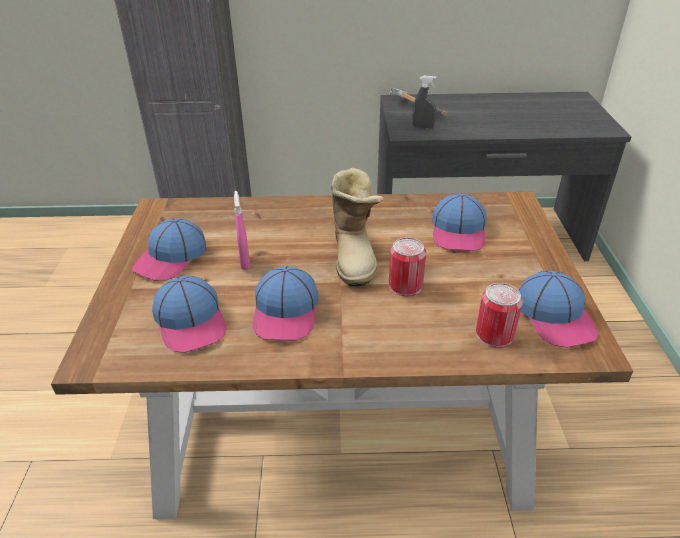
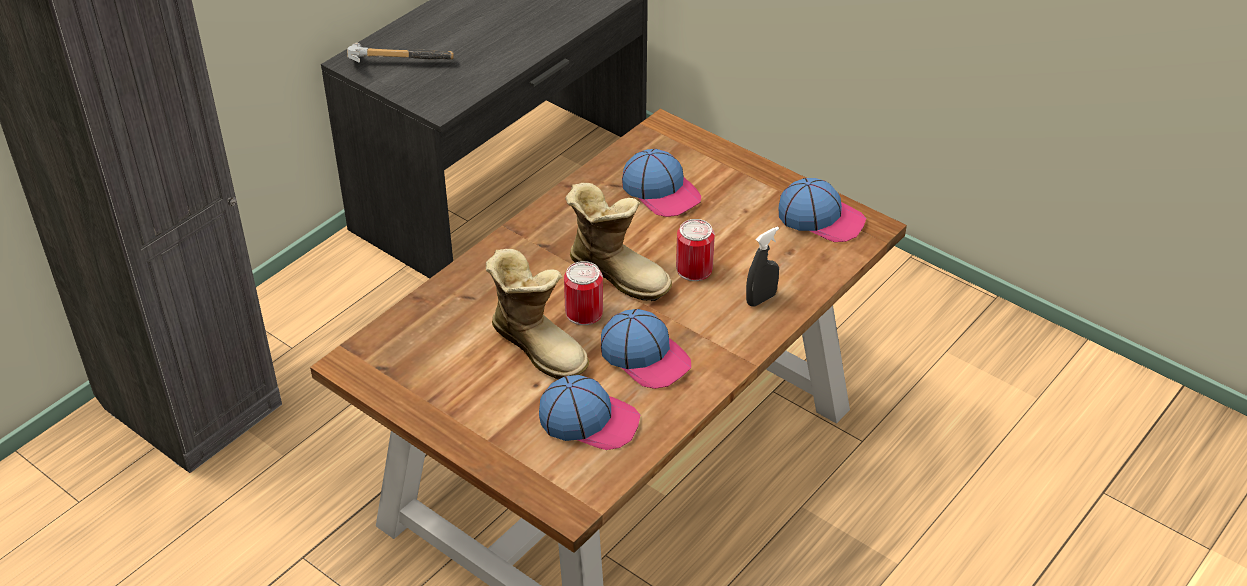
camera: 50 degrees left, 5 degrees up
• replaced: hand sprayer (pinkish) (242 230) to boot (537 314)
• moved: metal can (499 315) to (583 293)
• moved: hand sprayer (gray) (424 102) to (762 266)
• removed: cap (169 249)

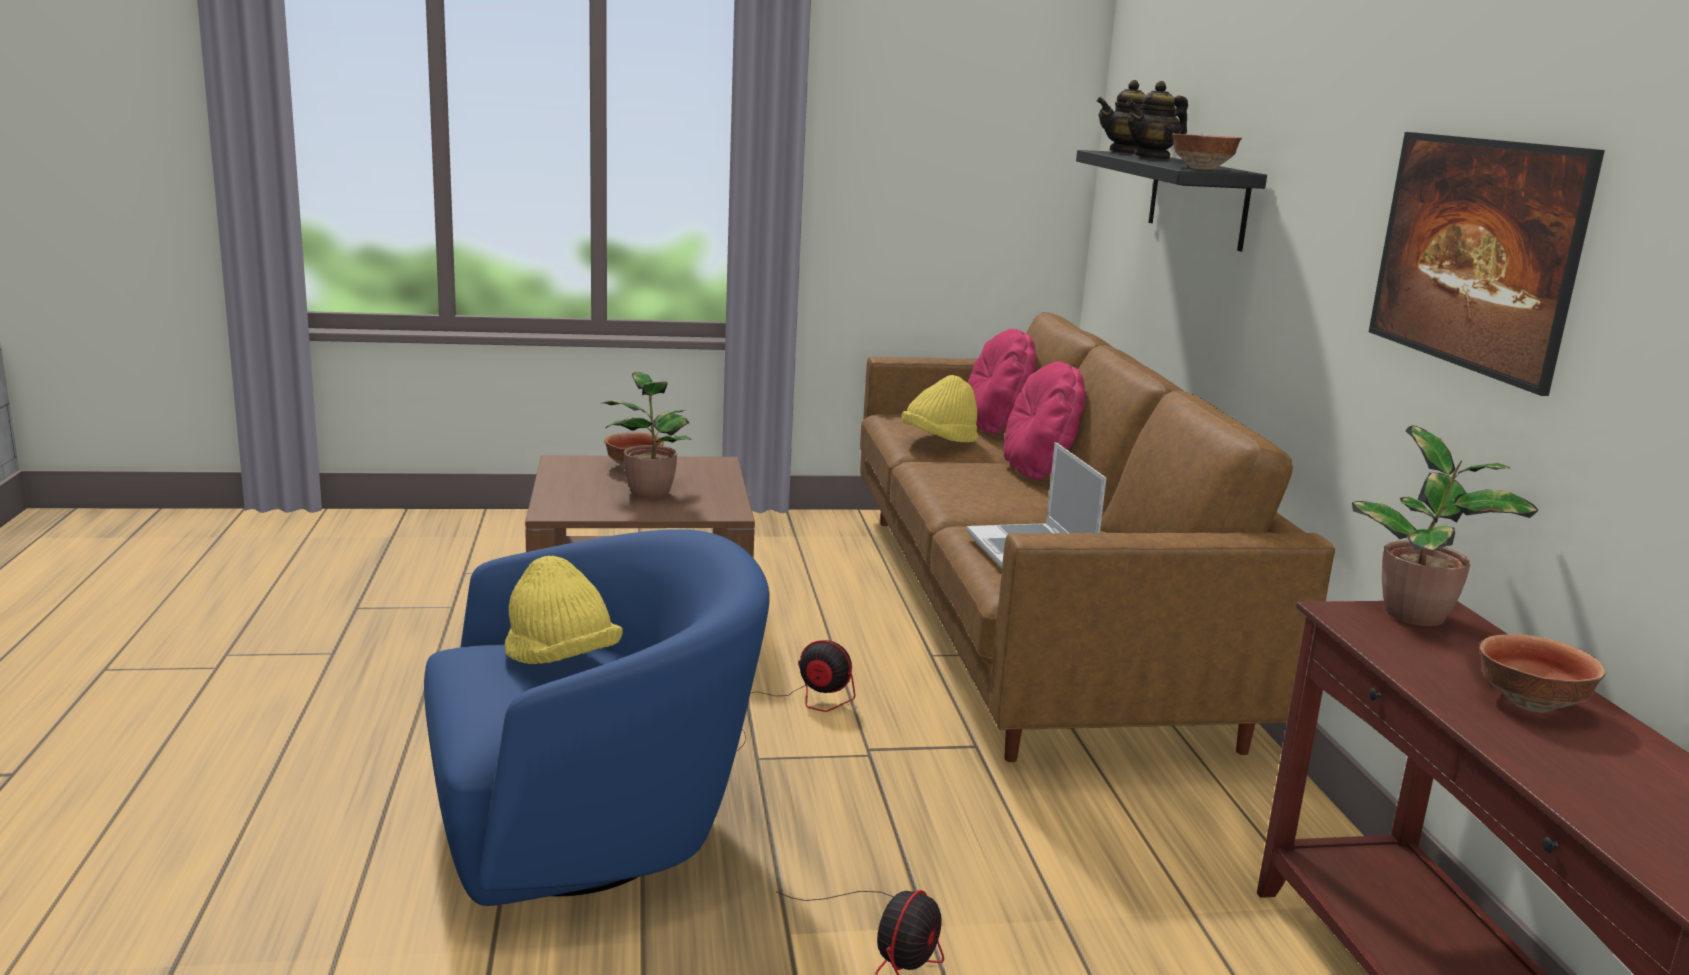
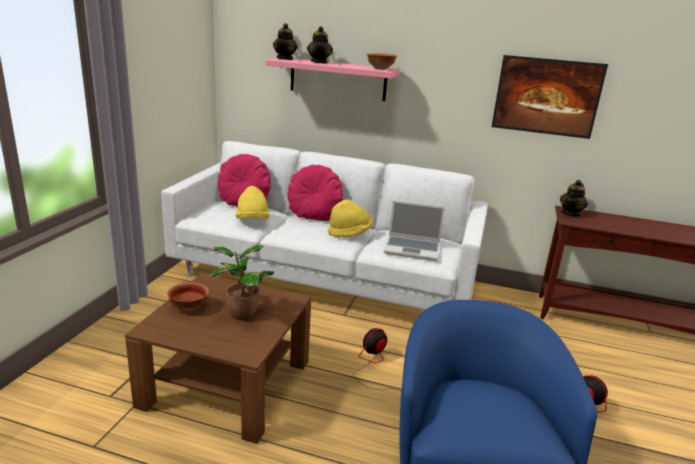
camera: 65 degrees left, 5 degrees up
• recoloured: settee (brownish) (1097 537) to settee (white-coloured) (324 225)
• recoloured: wall shelf (black) (1171 200) to wall shelf (pinkish) (333 79)
• moved: hat (yellow) (564 610) to (350 218)
• replaced: potted plant (1445 525) to pot for tea (574 198)
• removed: bowl (1543 673)

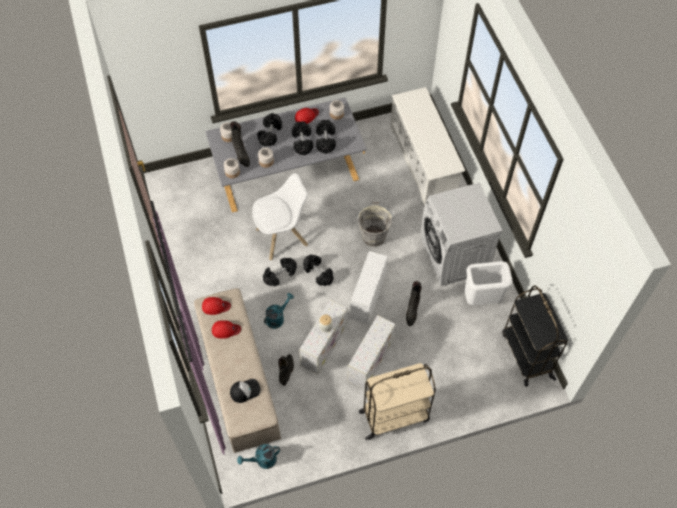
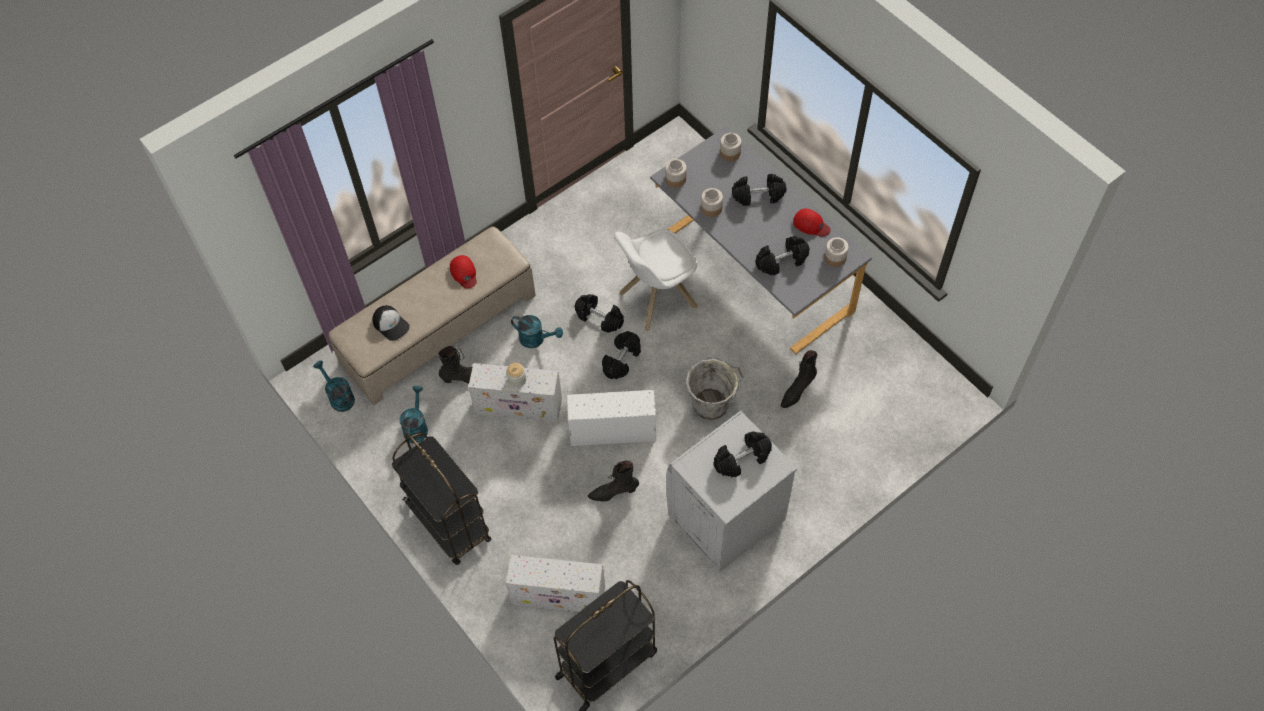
camera: 70 degrees right, 0 degrees up
• recoloured: trolley (sand-coloured) (397 402) to trolley (black) (442 499)
• added: sprinkling can (blue-green) (413 414)
• moved: storage box (white-coloured) (371 352) to (555 583)
• turned: plain chair (white-coloured) (280 217) = (656 280) 105 degrees clockwise
• moved: hand weight (black) (302 138) to (742 454)
• moved: boot (black) (240 144) to (799 379)
• removed: cap (red-coloured) (216 306)
• removed: shoe rack (white-coloured) (427 146)
• removed: trash can (white-coloured) (489 283)

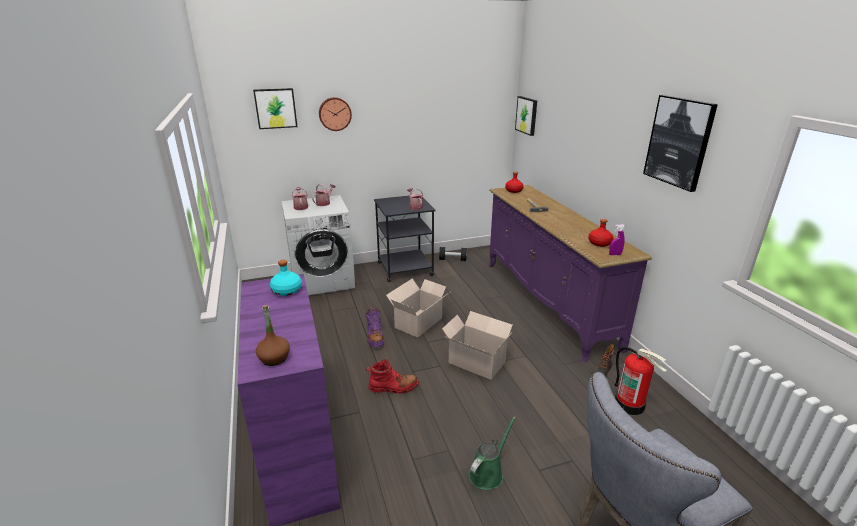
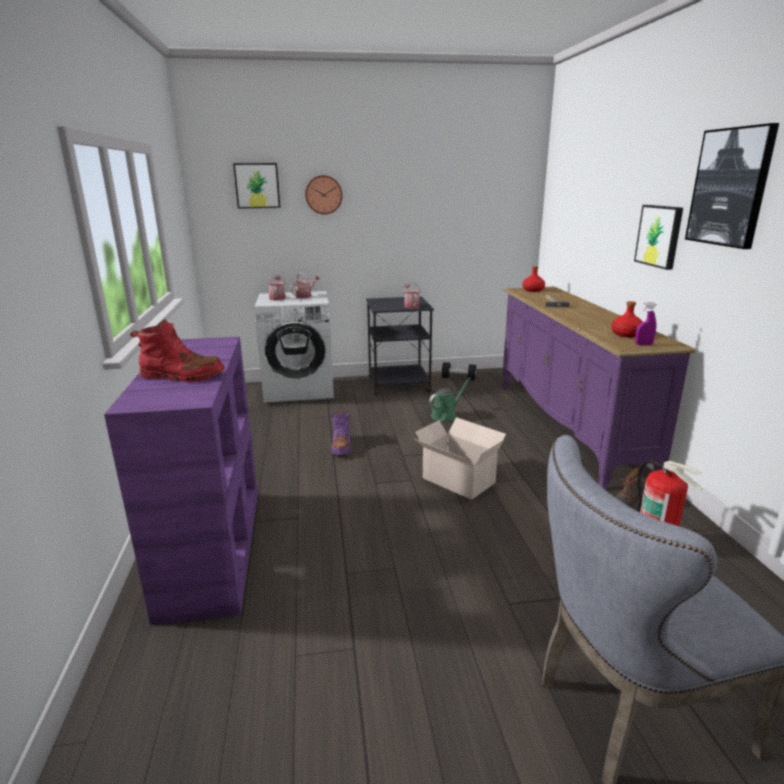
camera: 10 degrees right, 5 degrees down
• moved: boot (red-coloured) (392 376) to (177 350)
• moved: sprinkling can (greenish) (492 453) to (450 399)
• moved: picture (526 116) to (658 237)
• removed: drink bottle (brownish) (273 335)
• removed: drink bottle (blue-green) (286 278)
• removed: cardboard box (418 308)

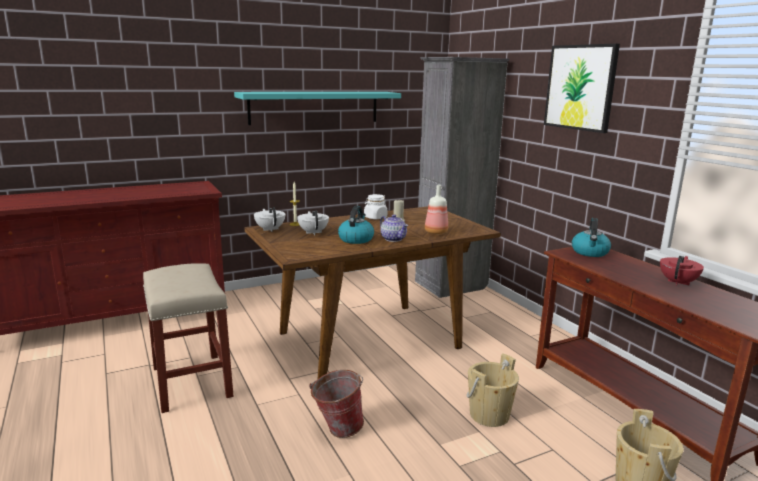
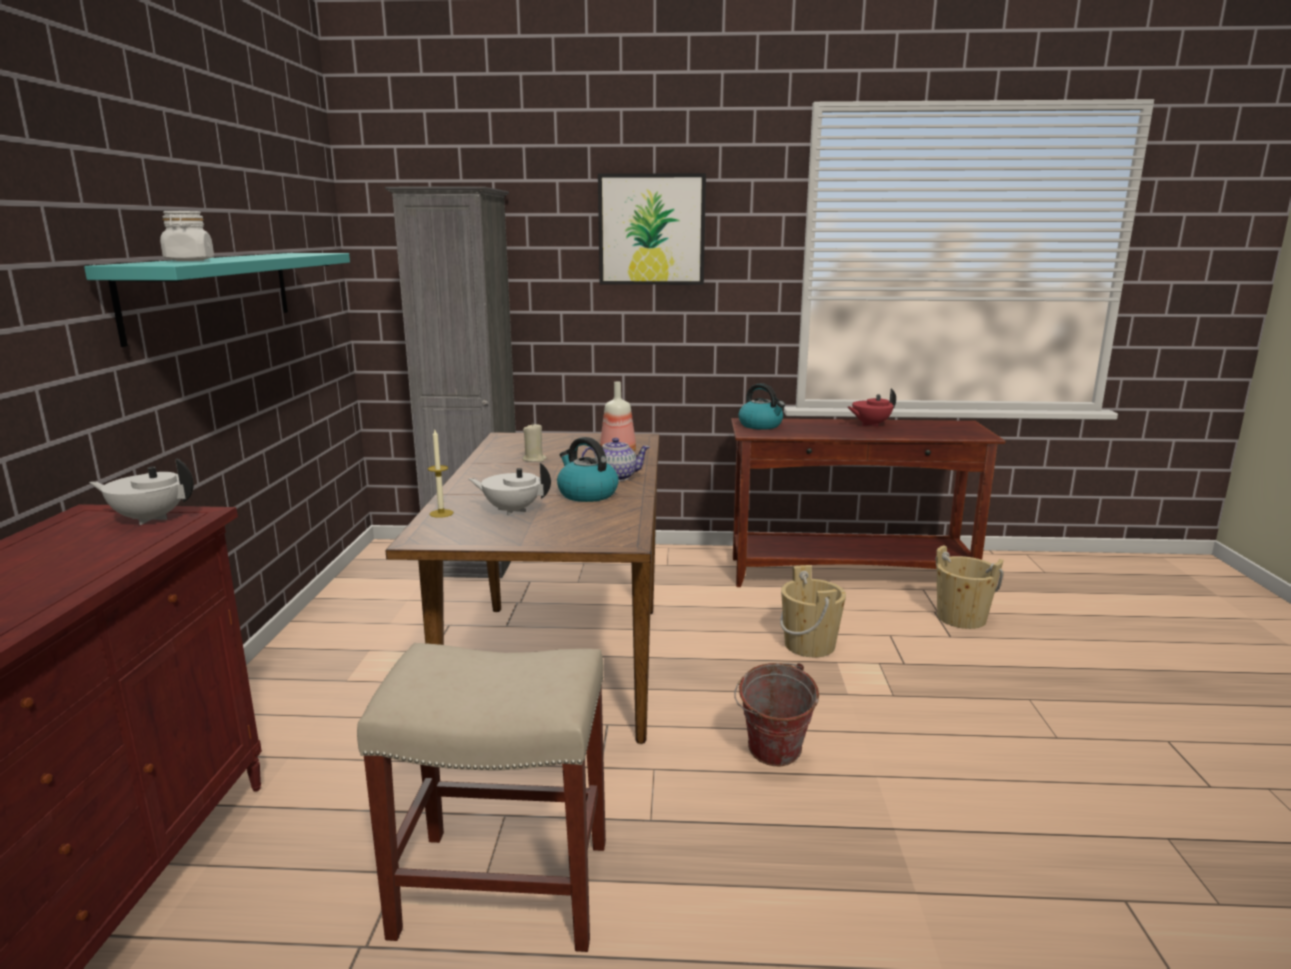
camera: 60 degrees left, 0 degrees up
• moved: pot for tea (white-coloured) (269 219) to (141 491)
• moved: preserve jar (white-coloured) (375 206) to (187 236)
• turned: pot for tea (red-coloured) (682 271) = (871 408) 90 degrees counterclockwise

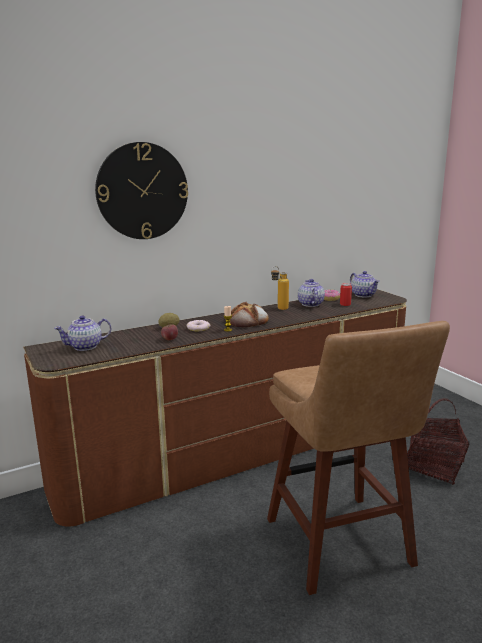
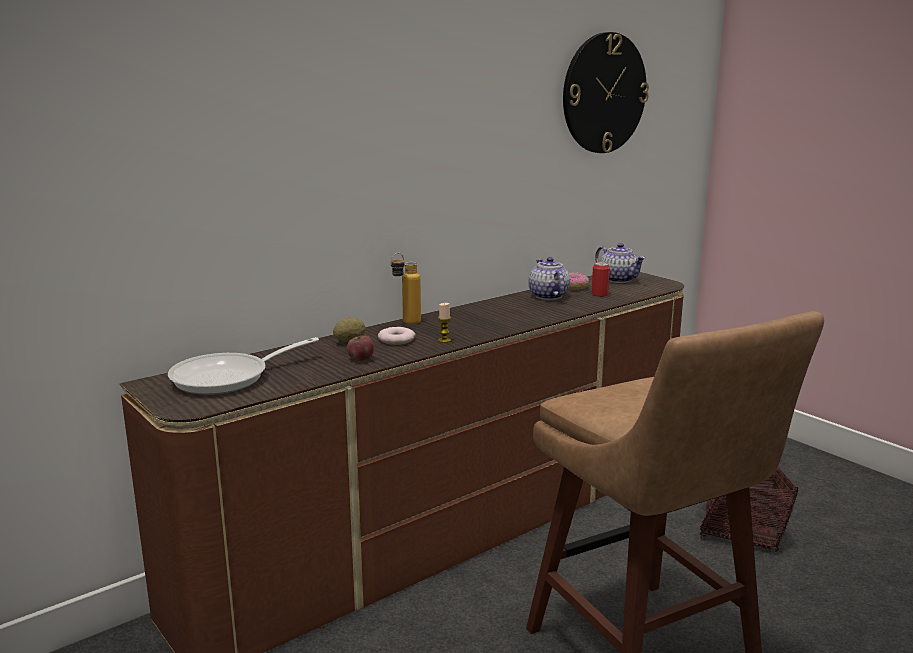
camera: 10 degrees left, 0 degrees up
• replaced: pot for tea (82 333) to skillet (243 366)
• moved: drink bottle (280 288) to (406 288)
• moved: hanging clock (141 190) to (606 92)
• removed: bread (247 314)

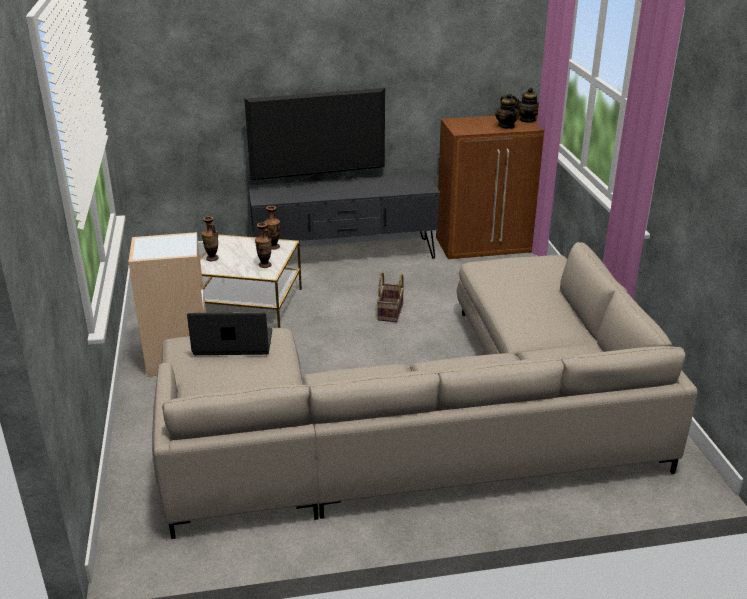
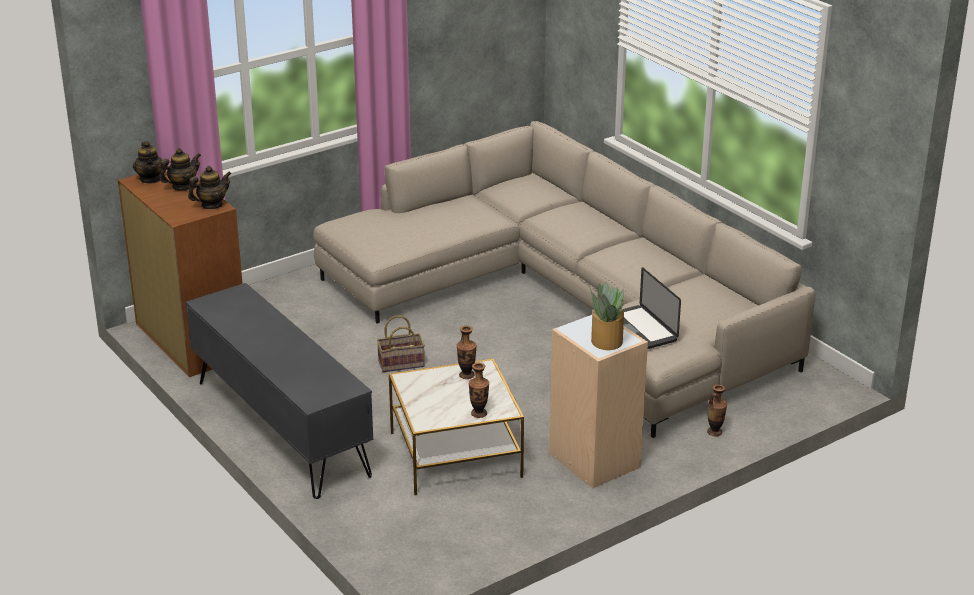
camera: 115 degrees left, 0 degrees up
• added: pot for tea (210 187)
• added: potted plant (607 316)
• moved: vase (272 228) to (717 410)
• removed: television (314 138)

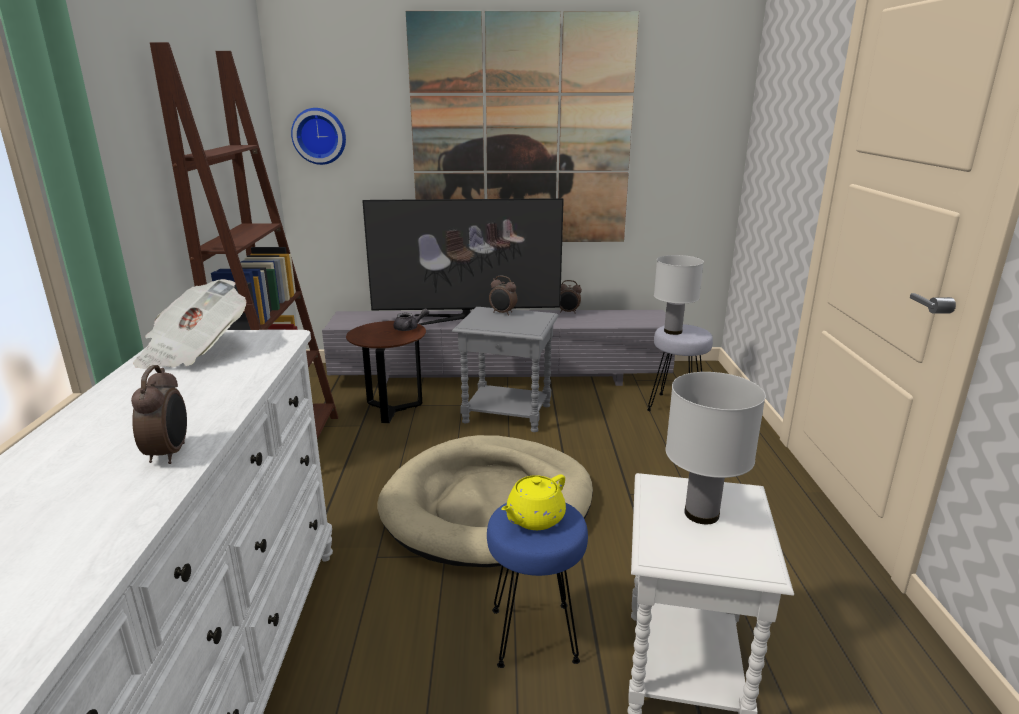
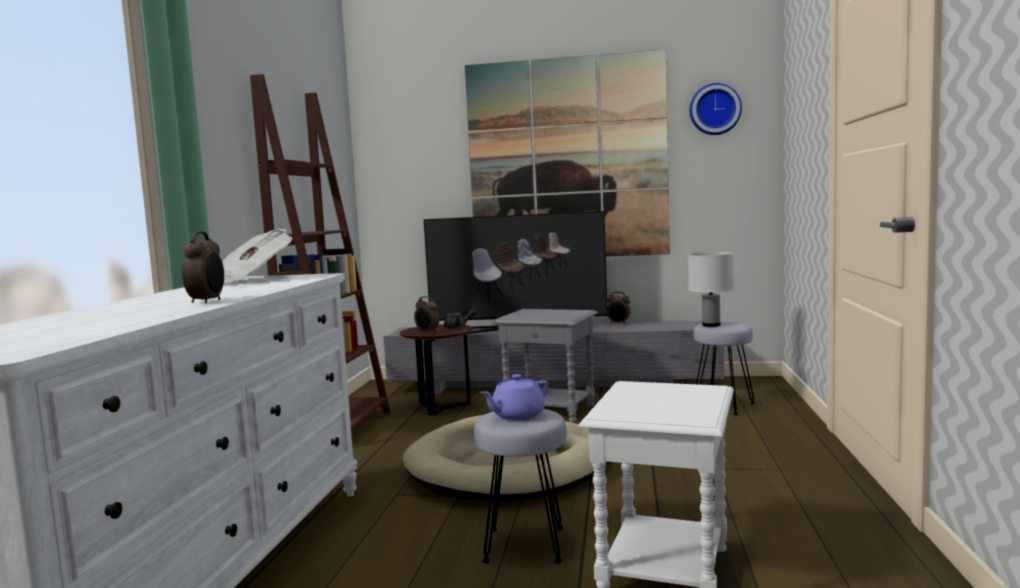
camera: 10 degrees right, 15 degrees down
• moved: bedside clock (503 296) to (426 315)
• recoloured: stool seat (bluish) (537 585) to stool seat (gray) (520 486)
• recoloured: pot for tea (yellow) (533 502) to pot for tea (purplish) (514 397)
• moved: hanging clock (318 136) to (716 109)
• removed: tabletop lamp (white-coloured) (716 448)

